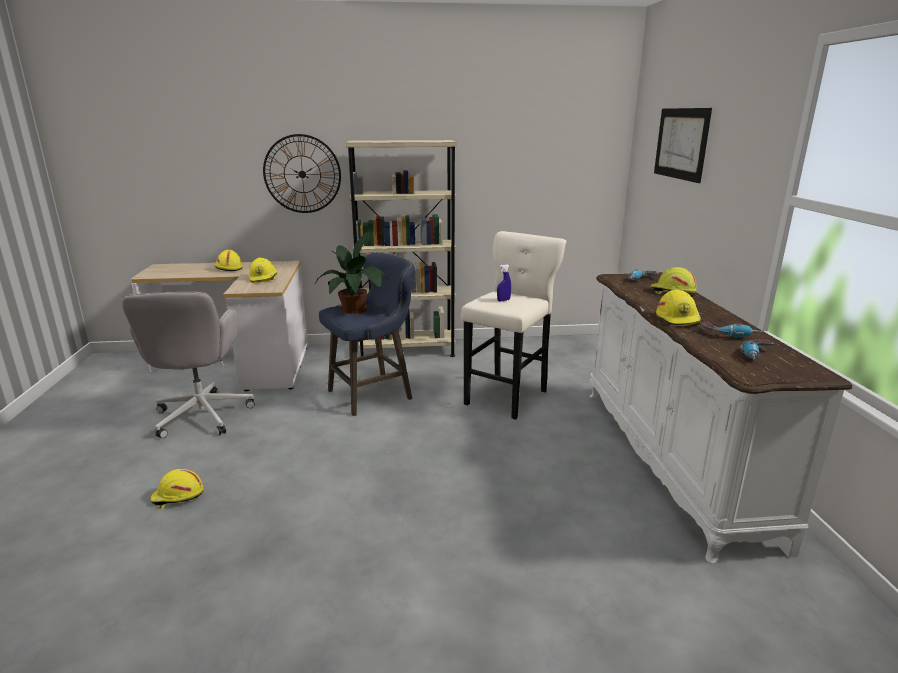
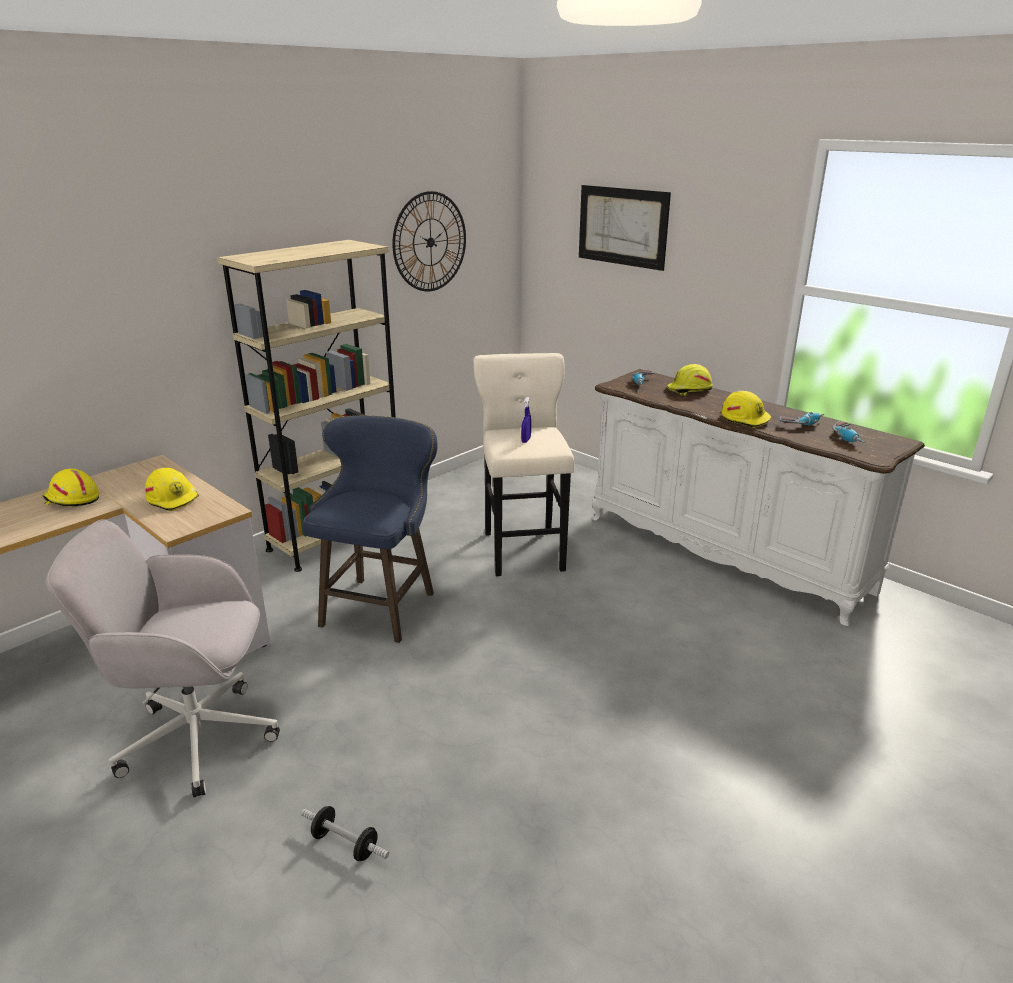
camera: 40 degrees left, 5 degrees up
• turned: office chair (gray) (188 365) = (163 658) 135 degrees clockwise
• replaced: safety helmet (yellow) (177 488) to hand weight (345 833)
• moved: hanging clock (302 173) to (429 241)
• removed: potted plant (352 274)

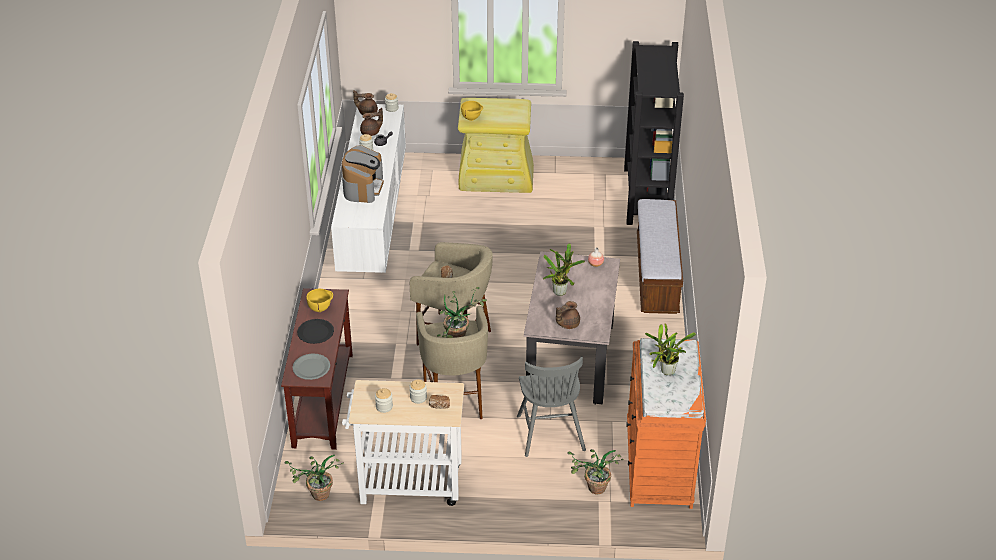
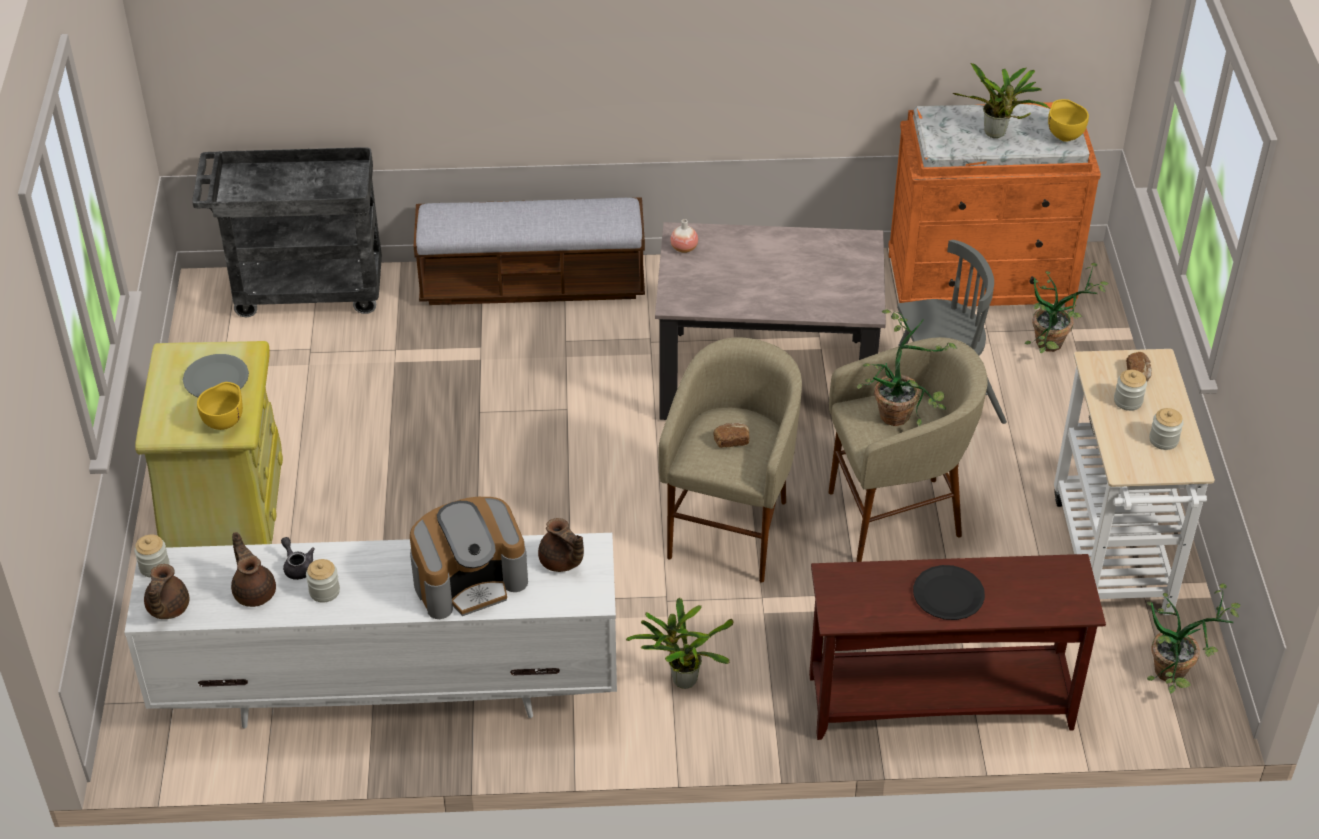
camera: 95 degrees left, 5 degrees up
• moved: flat dish (gray) (311 367) to (216 375)
• replaced: shelving unit (black) (654 133) to trolley (black) (287 232)
• turned: coffee machine (363 174) = (469 558) 150 degrees clockwise
• moved: pot for tea (brownish) (568 315) to (561 545)
• moved: potted plant (564 269) to (680 643)
• moved: bowl (yellow) (320 300) to (1068 120)

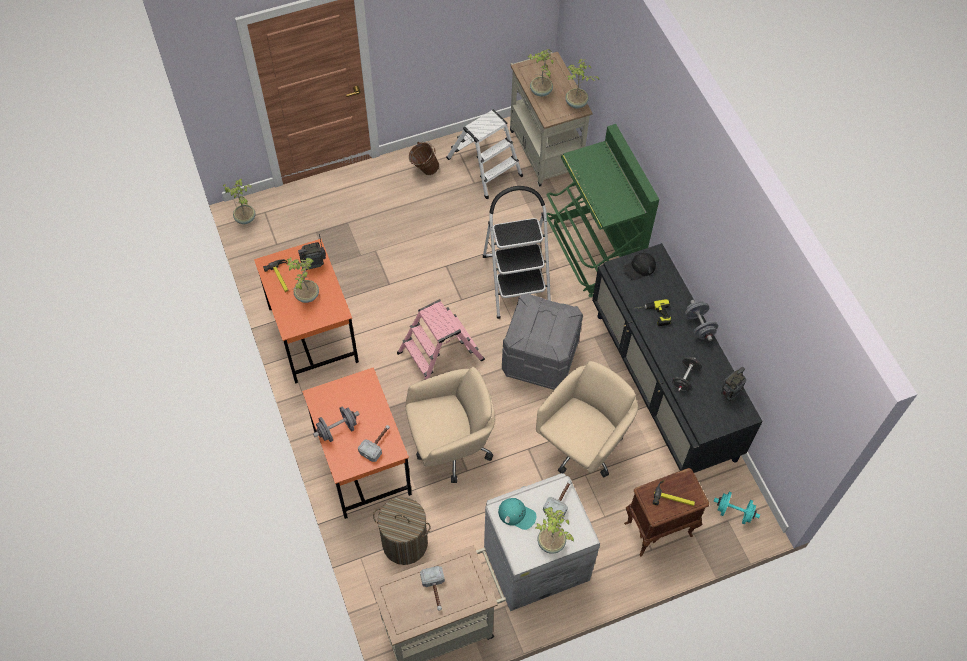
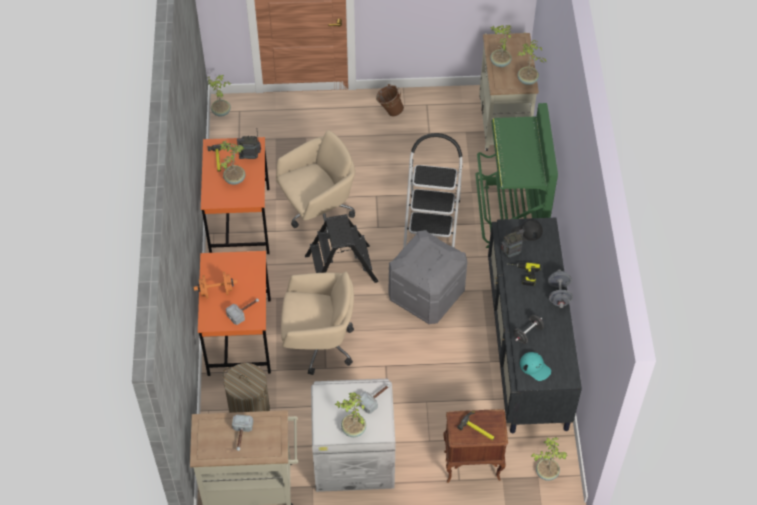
camera: 20 degrees right, 5 degrees down
• recoloured: hand weight (gray) (336 424) to hand weight (orange-coloured) (215 285)
• moved: office chair (sand-coloured) (587 419) to (315 184)
• recoloured: stepladder (pinkish) (441 339) to stepladder (black) (341 248)
• moved: radio set (733 384) to (512 243)
• moved: cap (blue-green) (517 514) to (535 366)
• replaced: hand weight (blue-green) (737 508) to potted plant (549 459)
• removed: stepladder (white-coloured) (484 154)

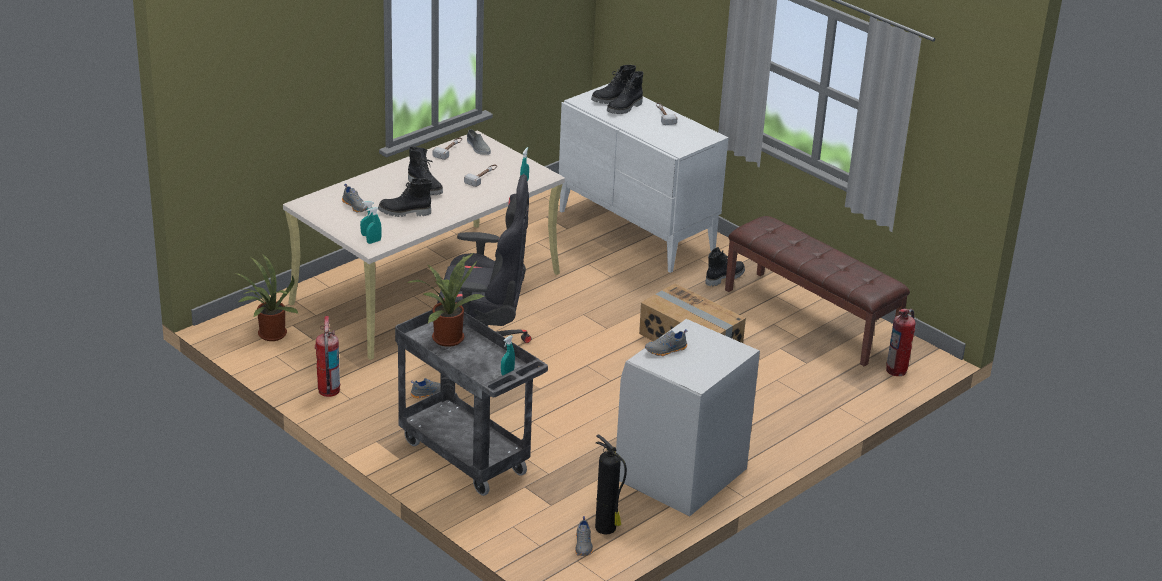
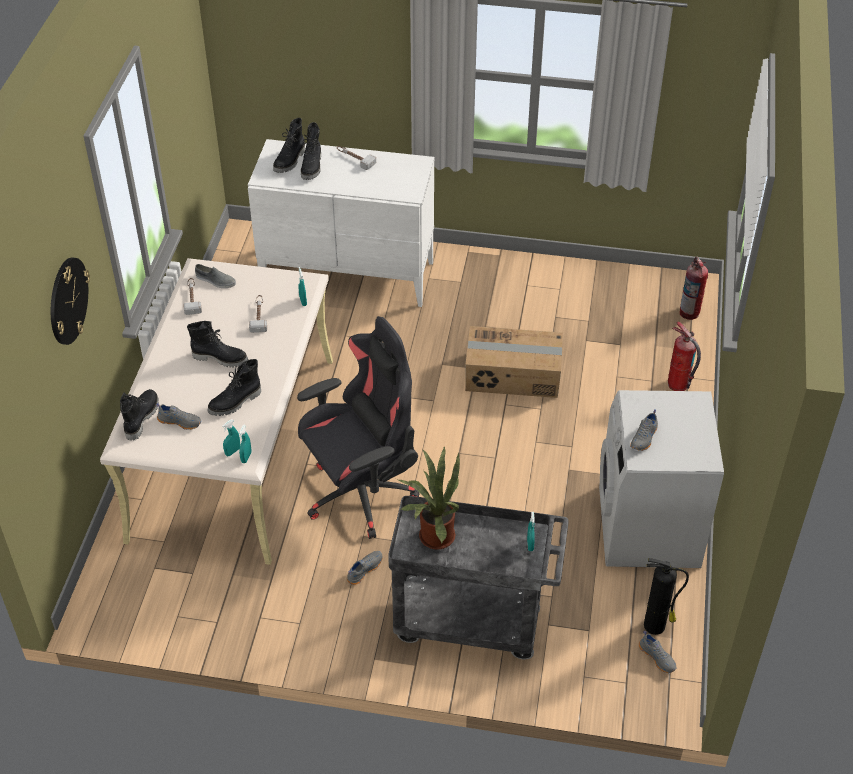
camera: 35 degrees left, 15 degrees up
• added: hanging clock (70 301)
• moved: boot (black) (725 266) to (139 415)
• moved: fire extinguisher (327 356) to (684 356)
• removed: potted plant (266 298)
• removed: indoor bench (brownish) (817 291)

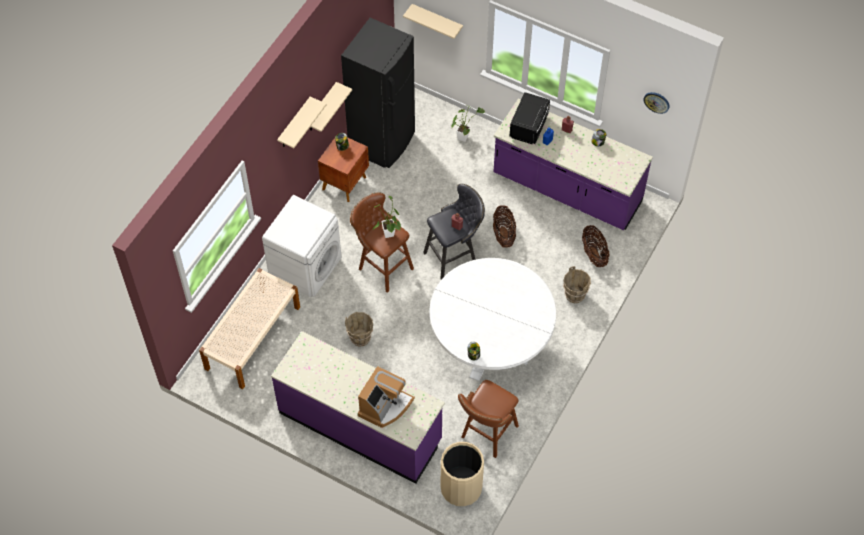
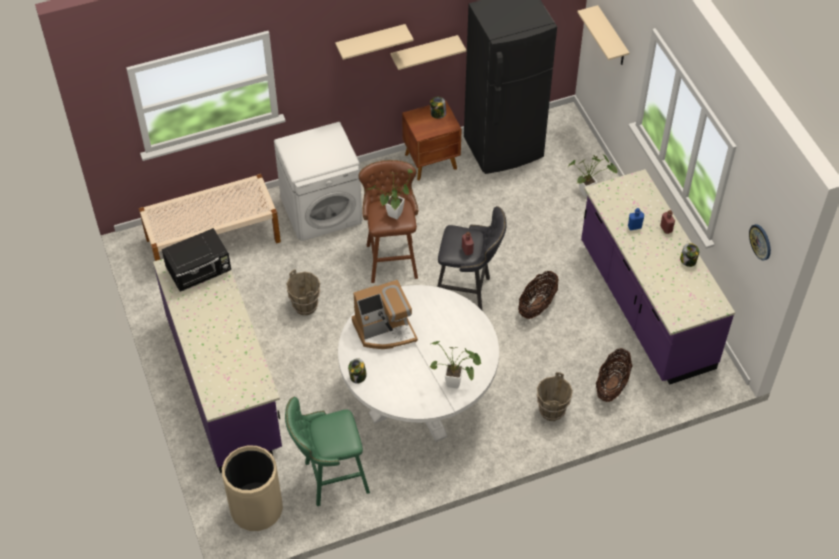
camera: 40 degrees right, 5 degrees down
• moved: microwave oven (black) (530 118) to (196 260)
• recoloured: stool seat (brownish) (488 419) to stool seat (greenish) (327 451)
• moved: coffee machine (386 397) to (385 314)
• added: potted plant (455 365)

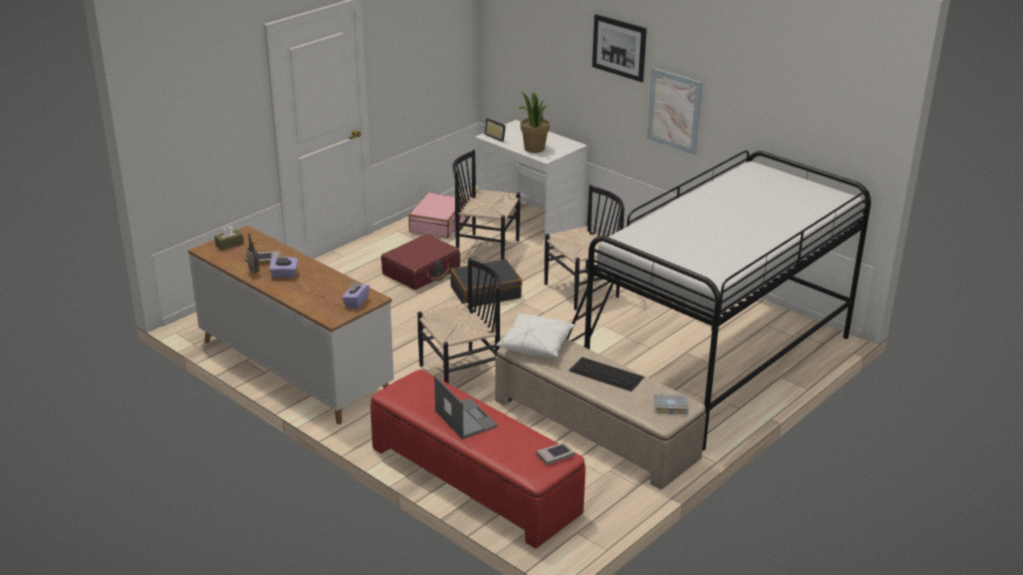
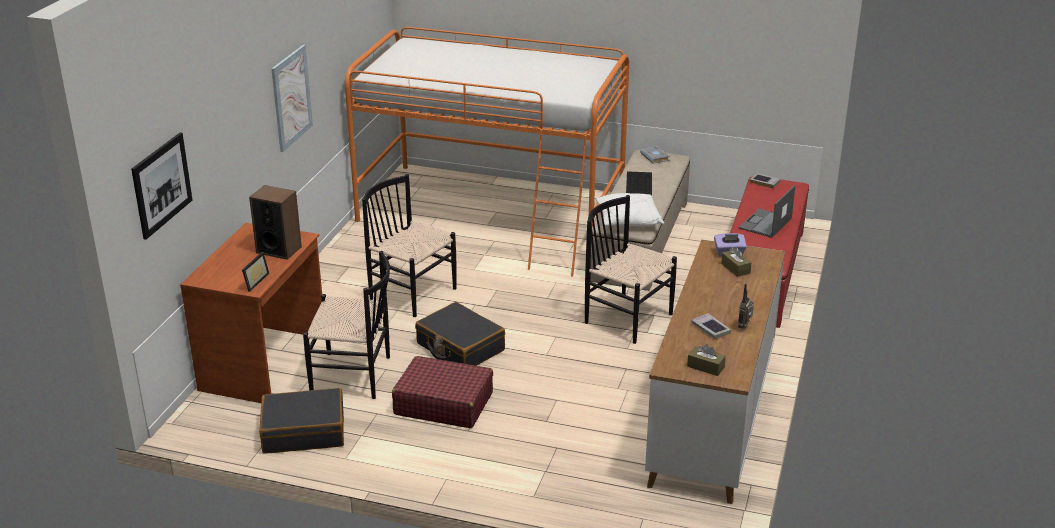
camera: 115 degrees left, 0 degrees up
• moved: picture (619 48) to (161 186)
• recoloured: desk table (white-coloured) (531 183) to desk table (brownish) (251 313)
• replaced: potted plant (534 122) to loudspeaker (275 222)
• recoloured: piece of luggage (pinkish) (437 215) to piece of luggage (black) (301 421)
• turned: plain chair (black) (486 205) = (346 325) 75 degrees counterclockwise
• recoloured: sleeping bed (black) (718 300) to sleeping bed (orange-coloured) (487 152)
• added: tissue holder (brownish) (736 262)
• removed: tissue holder (purplish) (283 267)

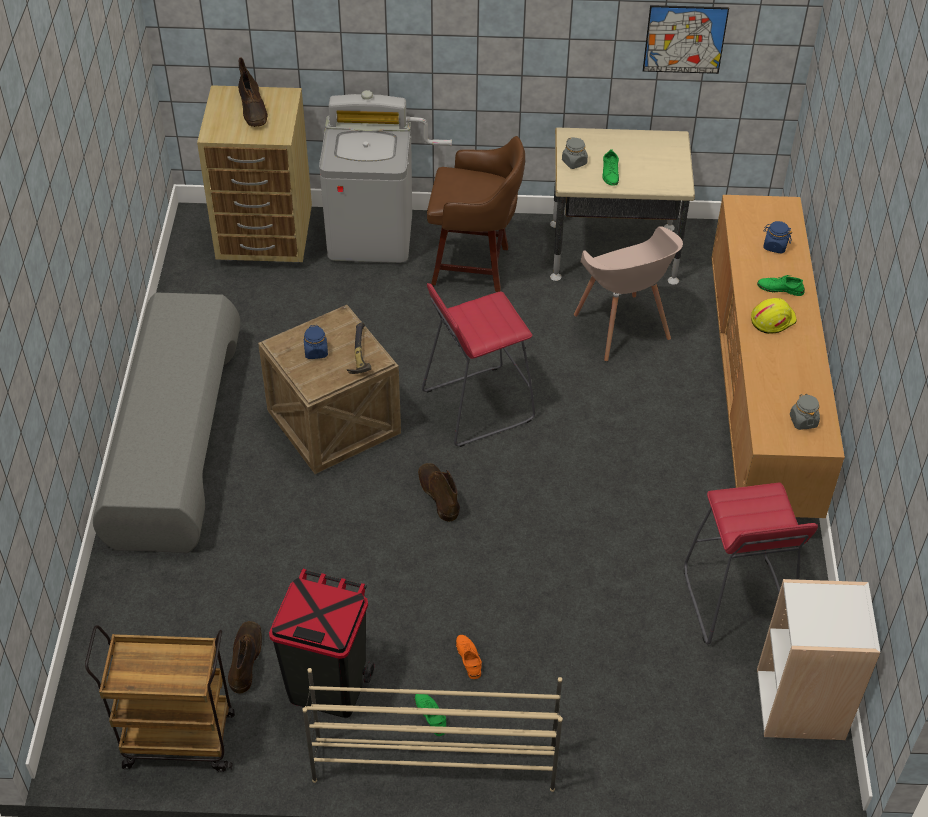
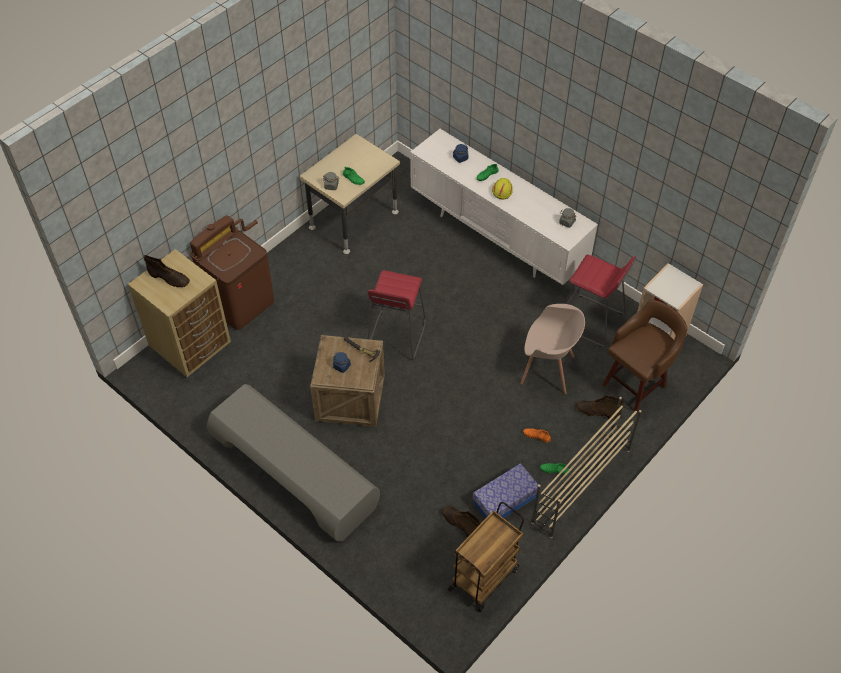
camera: 50 degrees left, 5 degrees up
• recoloured: laundry appliance (gray) (385 176) to laundry appliance (brownish) (232 272)
• recoloured: cabinet (brownish) (778 356) to cabinet (white-coloured) (504 207)
• replaced: trash can (black) (321 643) to storage box (506 491)
• moved: plain chair (sand-coloured) (628 293) to (553 349)
• moved: boot (brownish) (439 492) to (600 407)
• moved: stool seat (brownish) (476 214) to (644 356)
• removed: picture (686 39)

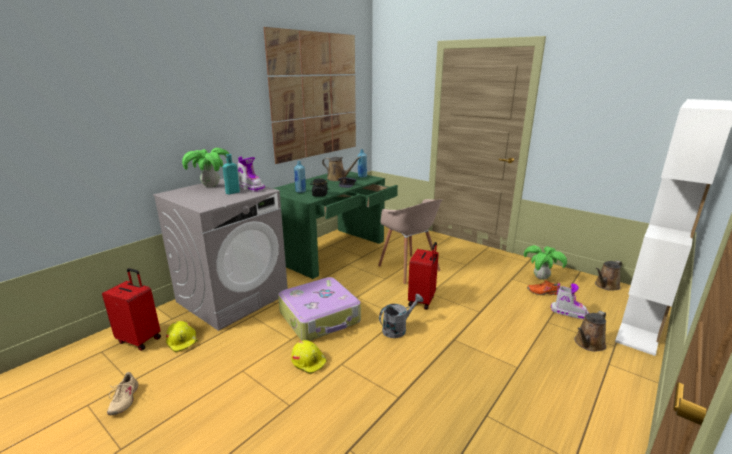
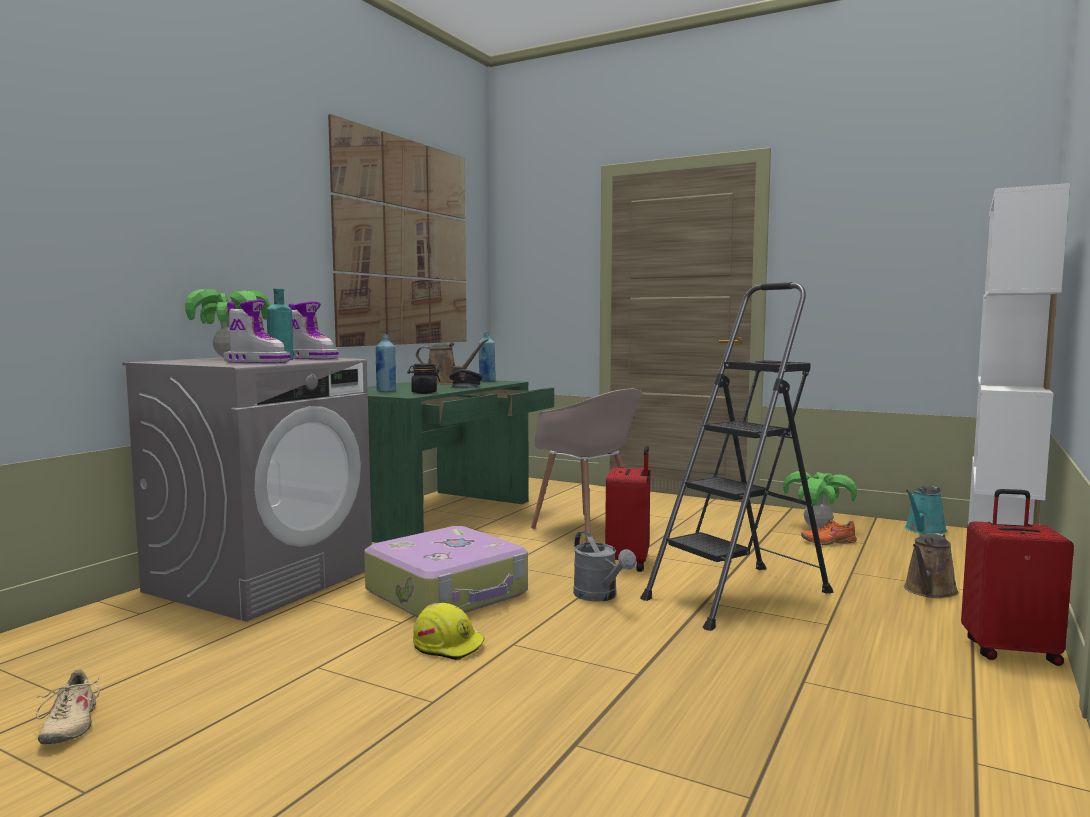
camera: 10 degrees left, 15 degrees down
• moved: boot (570 301) to (257 331)
• turned: sprinkling can (gray) (401 316) = (604 566) 105 degrees clockwise
• added: stepladder (737 456)
• recoloured: sprinkling can (brownish) (608 275) to sprinkling can (blue-green) (926 510)
• moved: piece of luggage (red-coloured) (131 309) to (1017 577)
• removed: safety helmet (yellow) (182 336)

